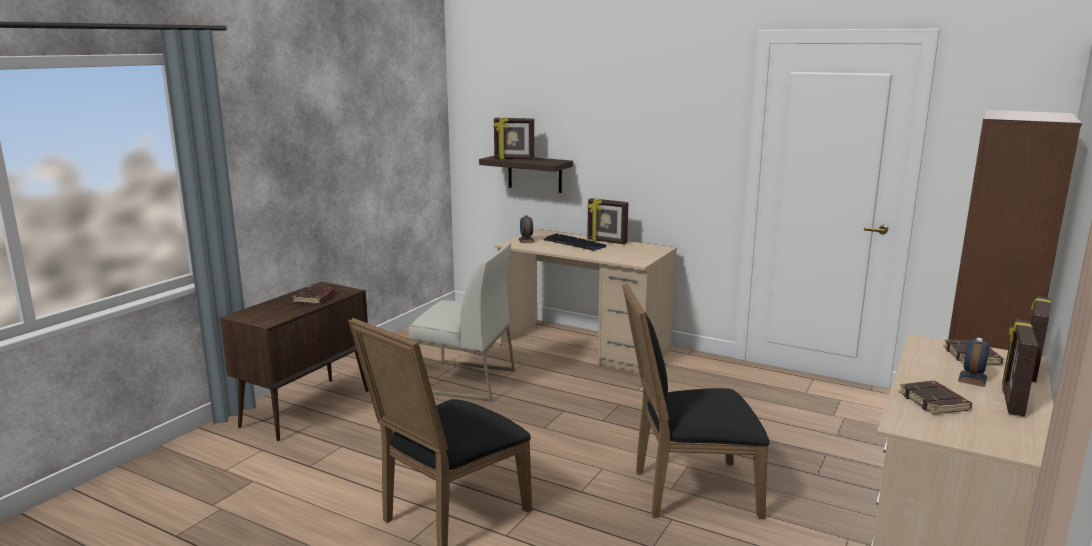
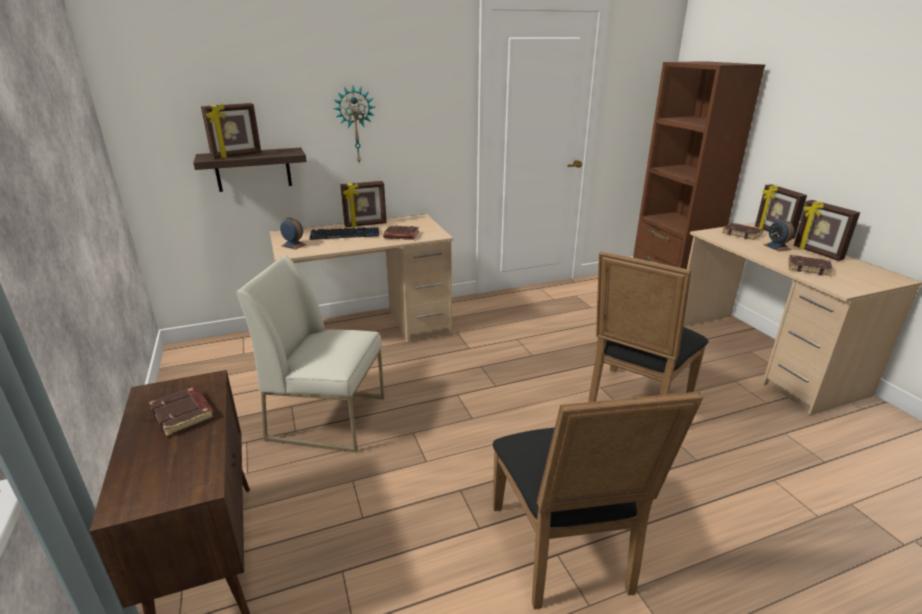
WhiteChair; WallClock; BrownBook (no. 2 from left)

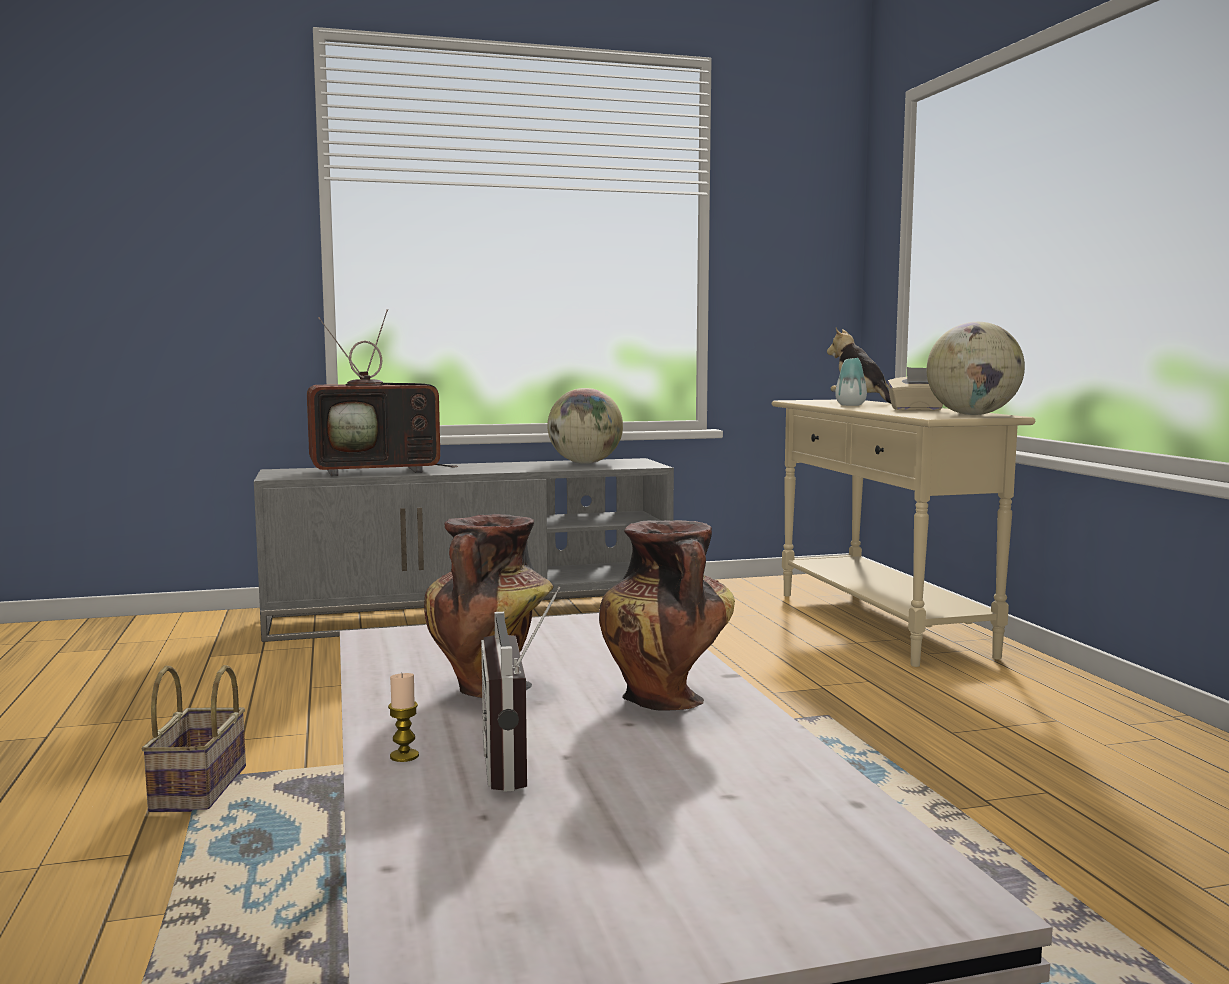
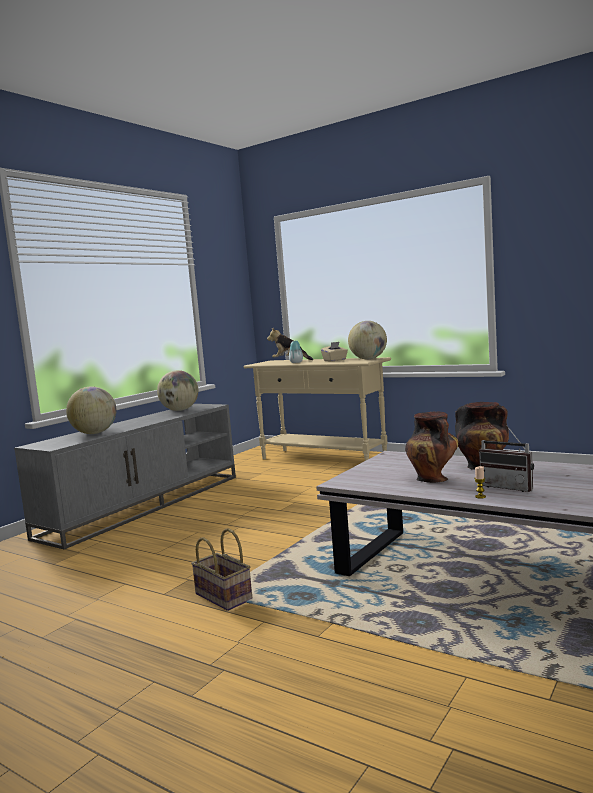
Globe (no. 1 from left)

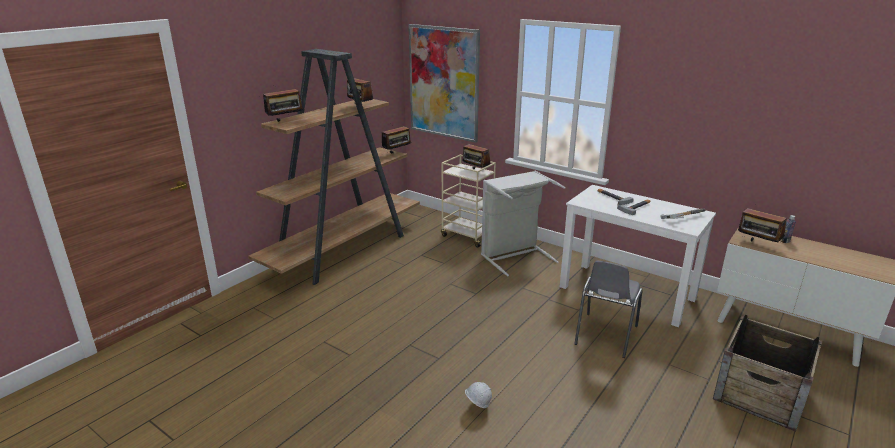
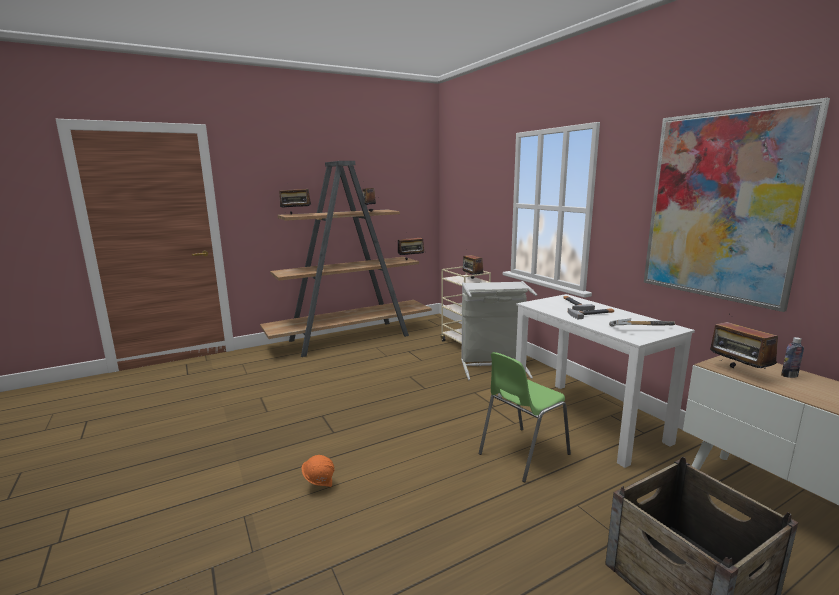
Picture; GreenChair; OrangeHardHat

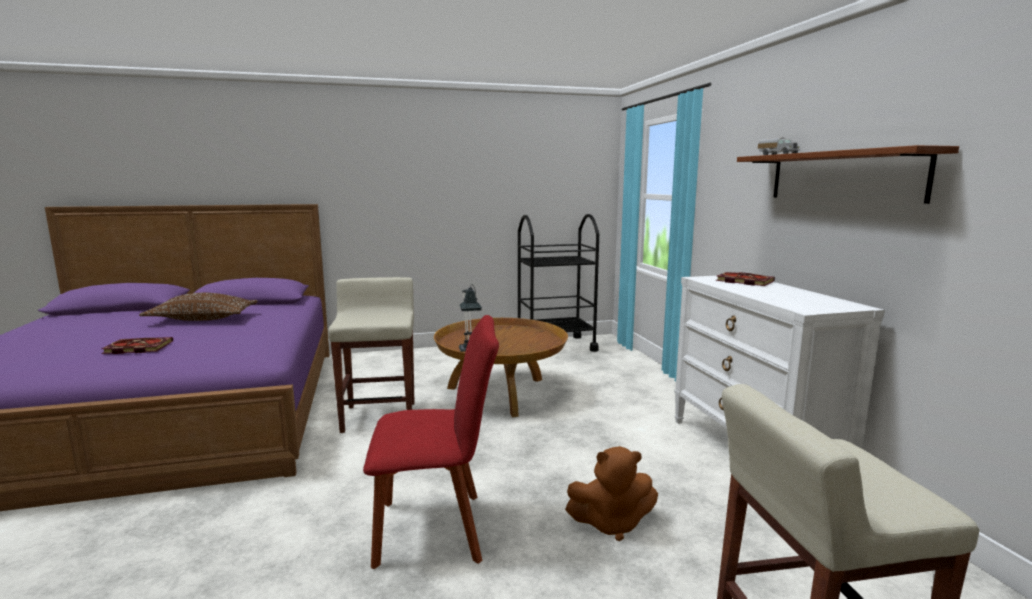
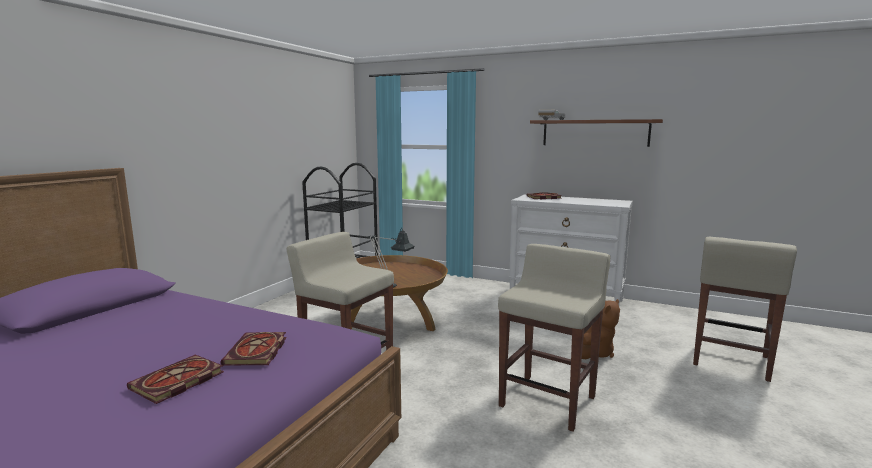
BrownPillow; BeigeStool (no. 2 from left); Book (no. 2 from left)

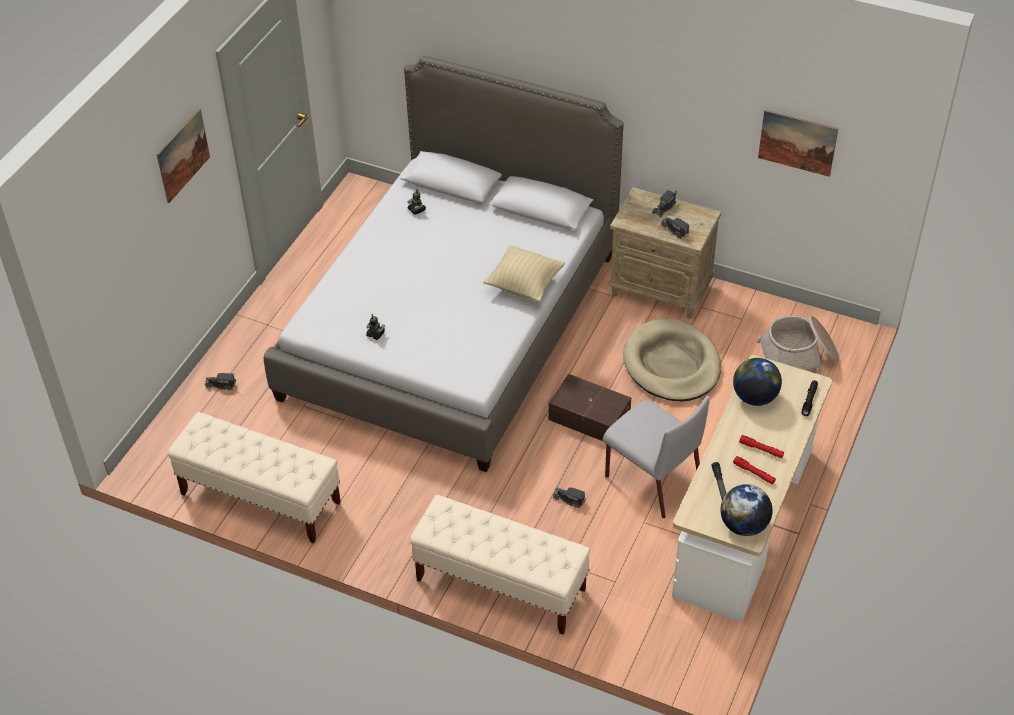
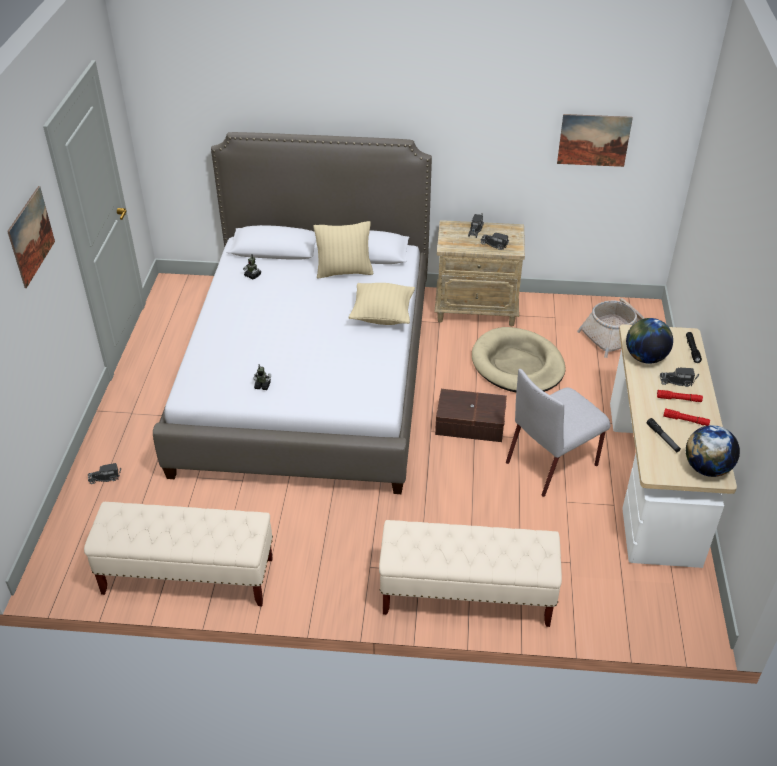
GreyChair; ToyTruck (no. 4 from left); BeigePillow (no. 1 from left)

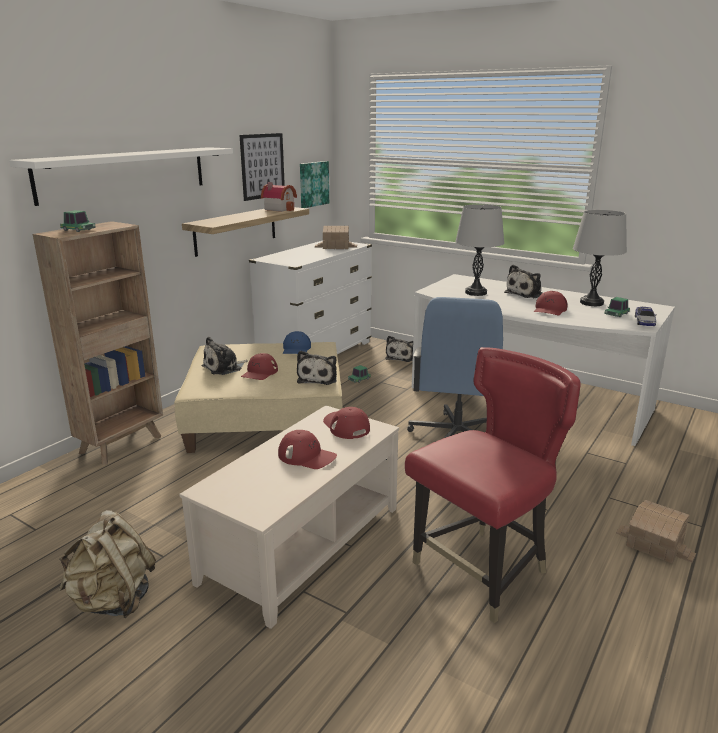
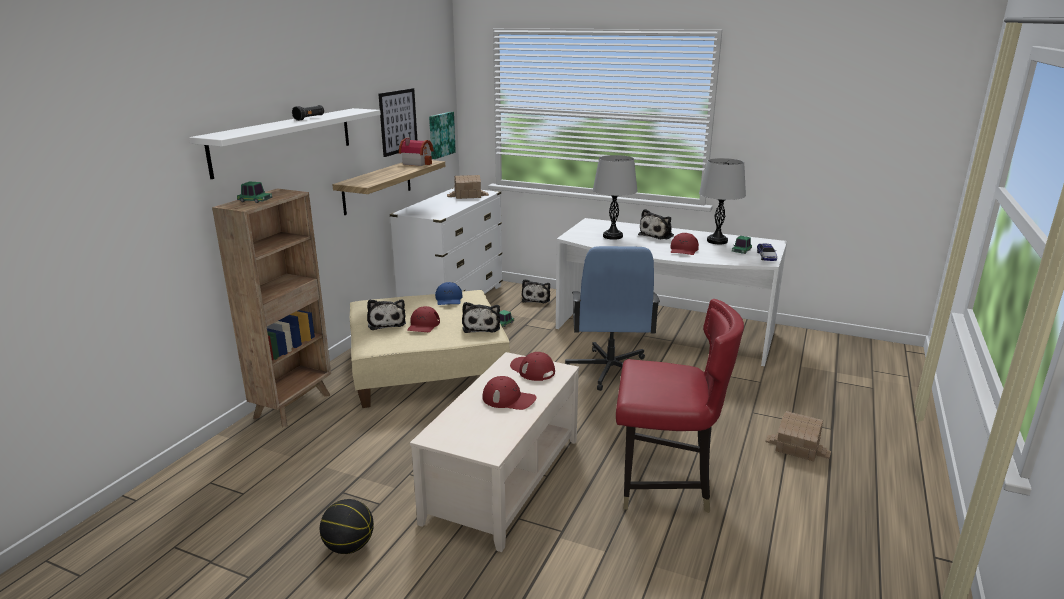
PlushToy (no. 1 from left); RedChair; Basketball; BlackFlashlight

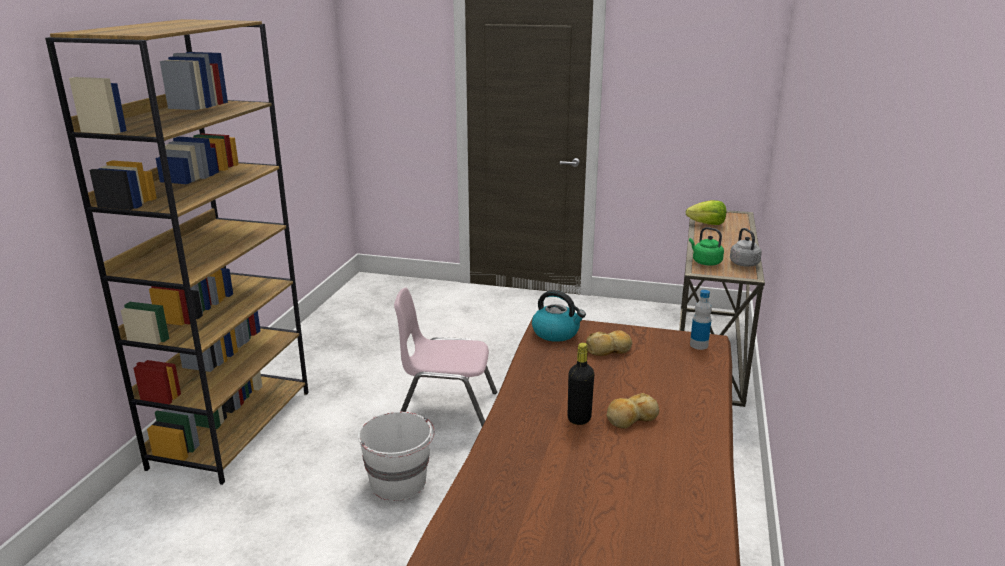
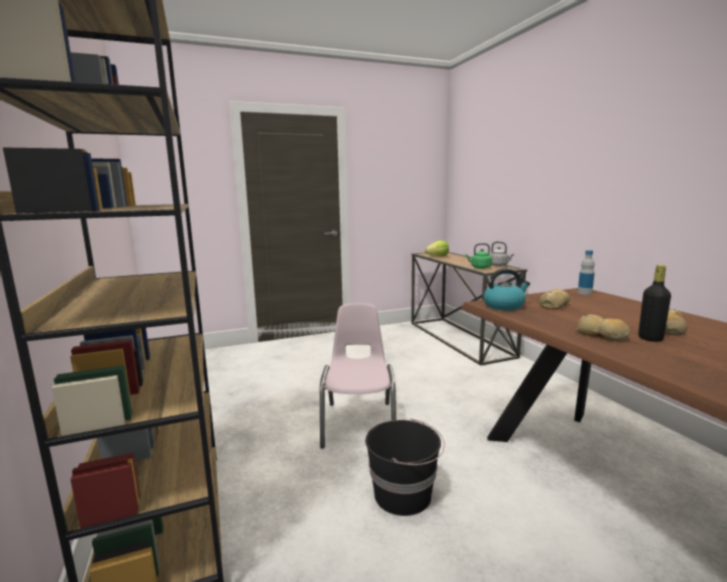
PinkChair; BlackBucket; Bread (no. 2 from left)

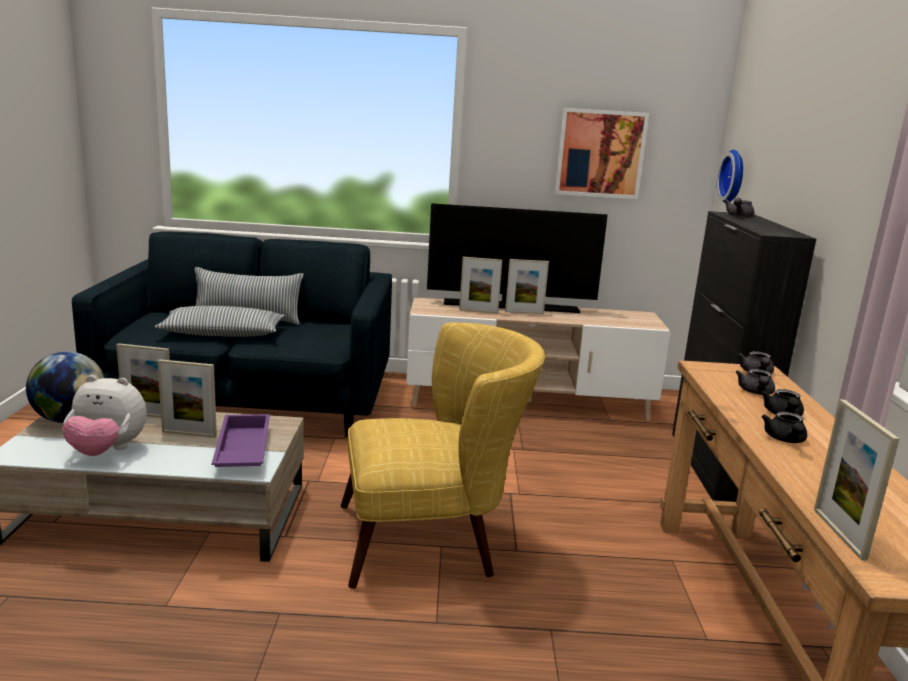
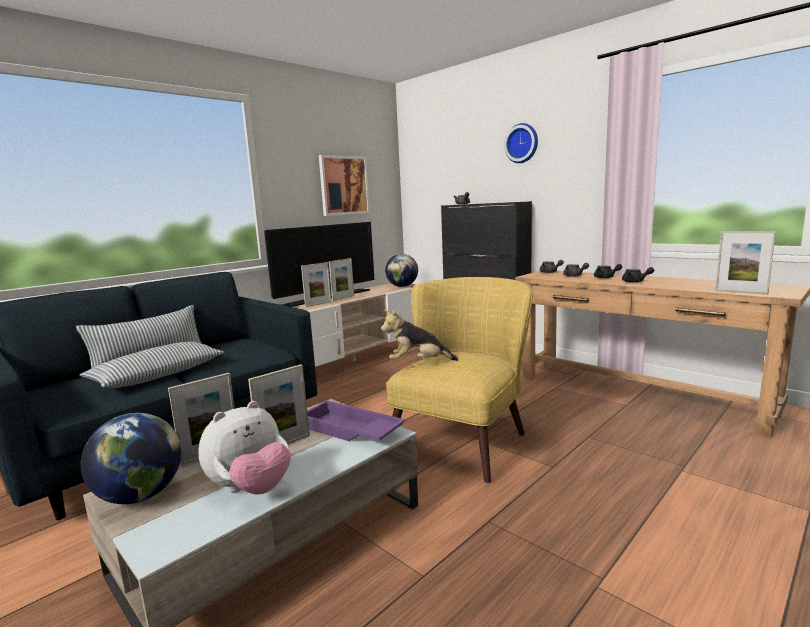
WallClock; Globe (no. 2 from left); PlushToy (no. 2 from left)

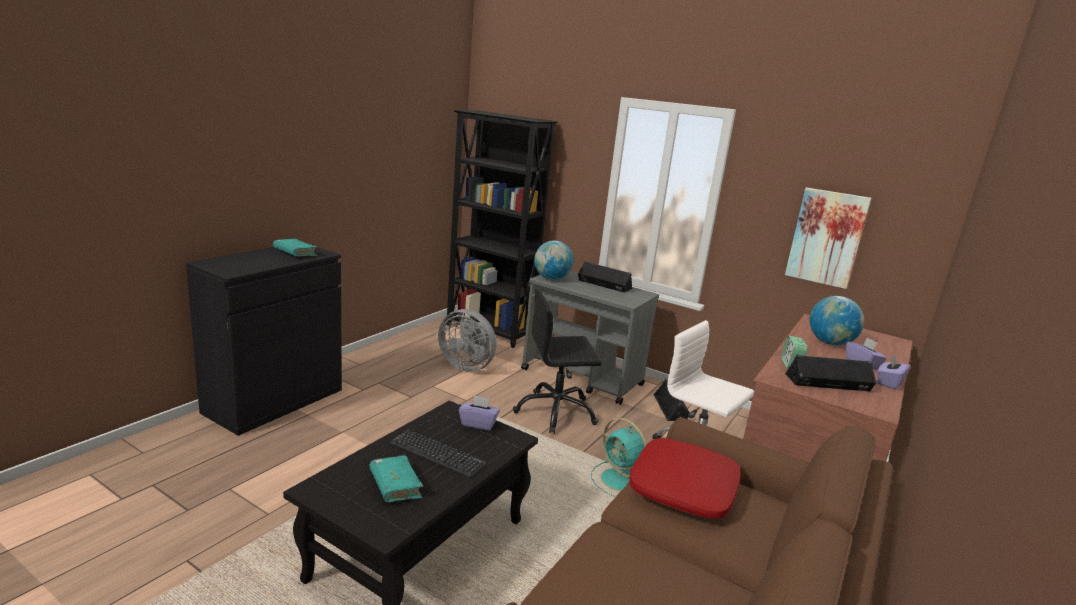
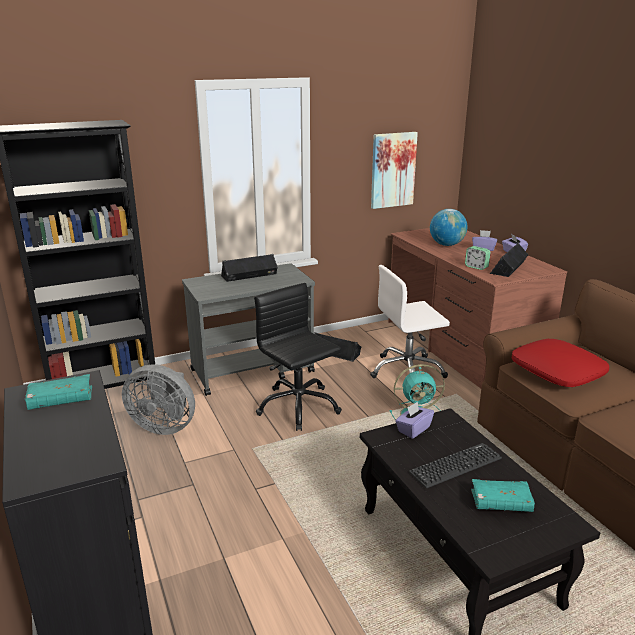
Globe (no. 1 from left in the first image); BlackOfficeChair; GreyFan

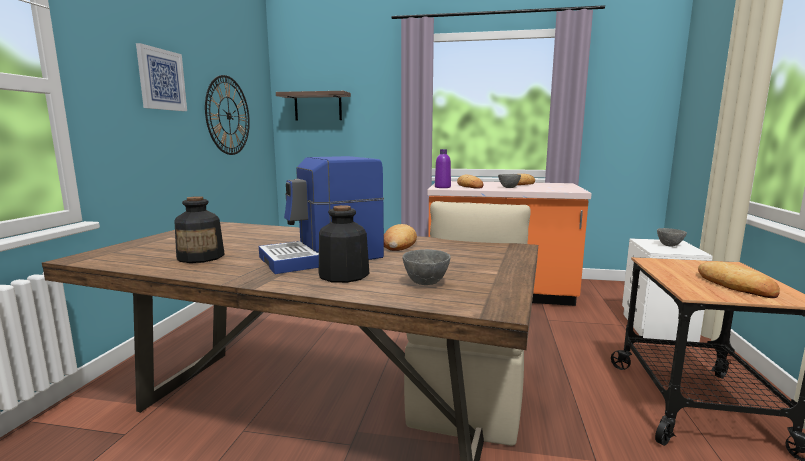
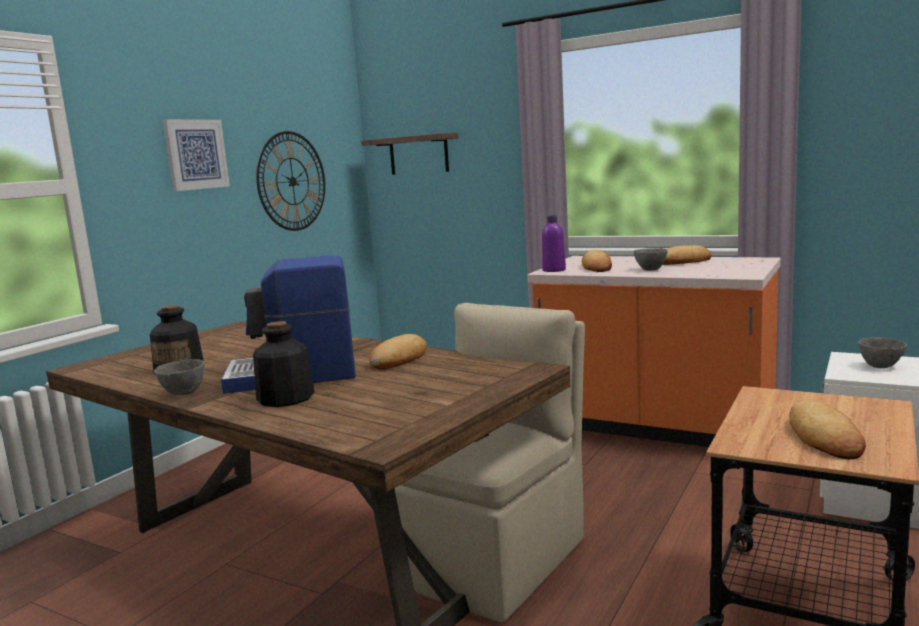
GreyBowl (no. 1 from left)

